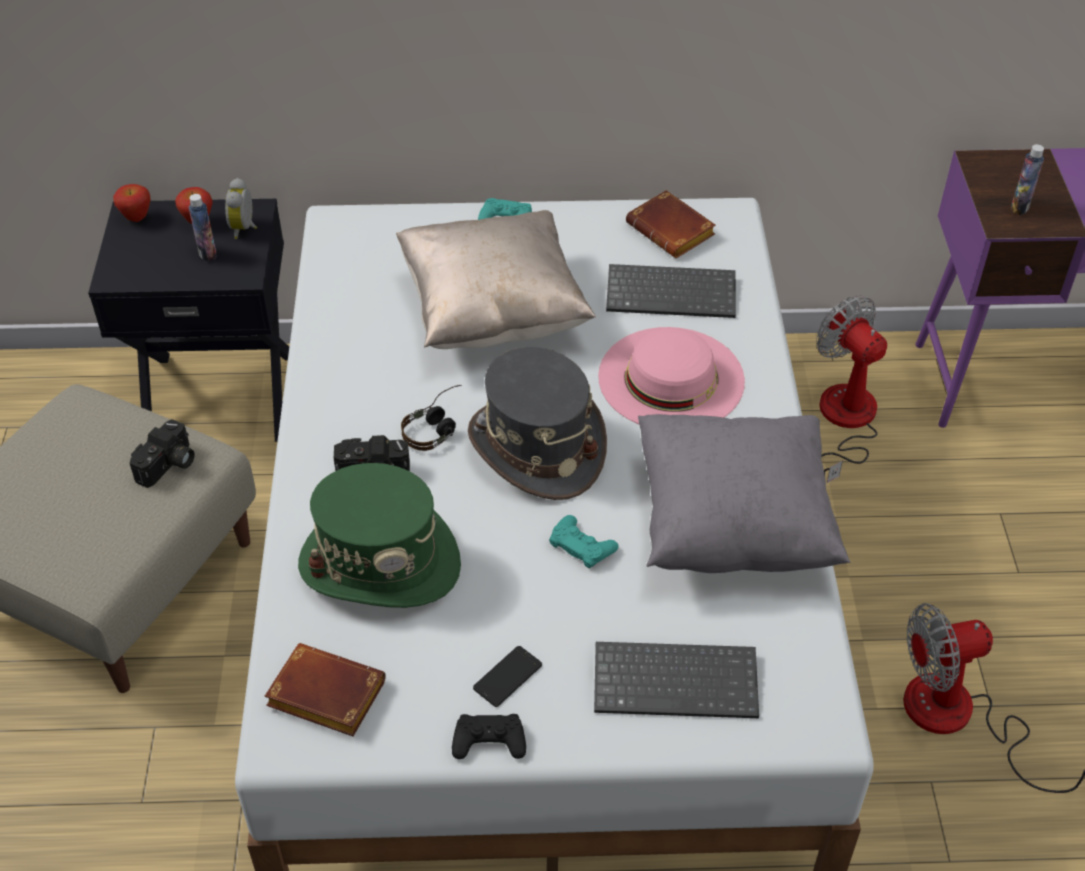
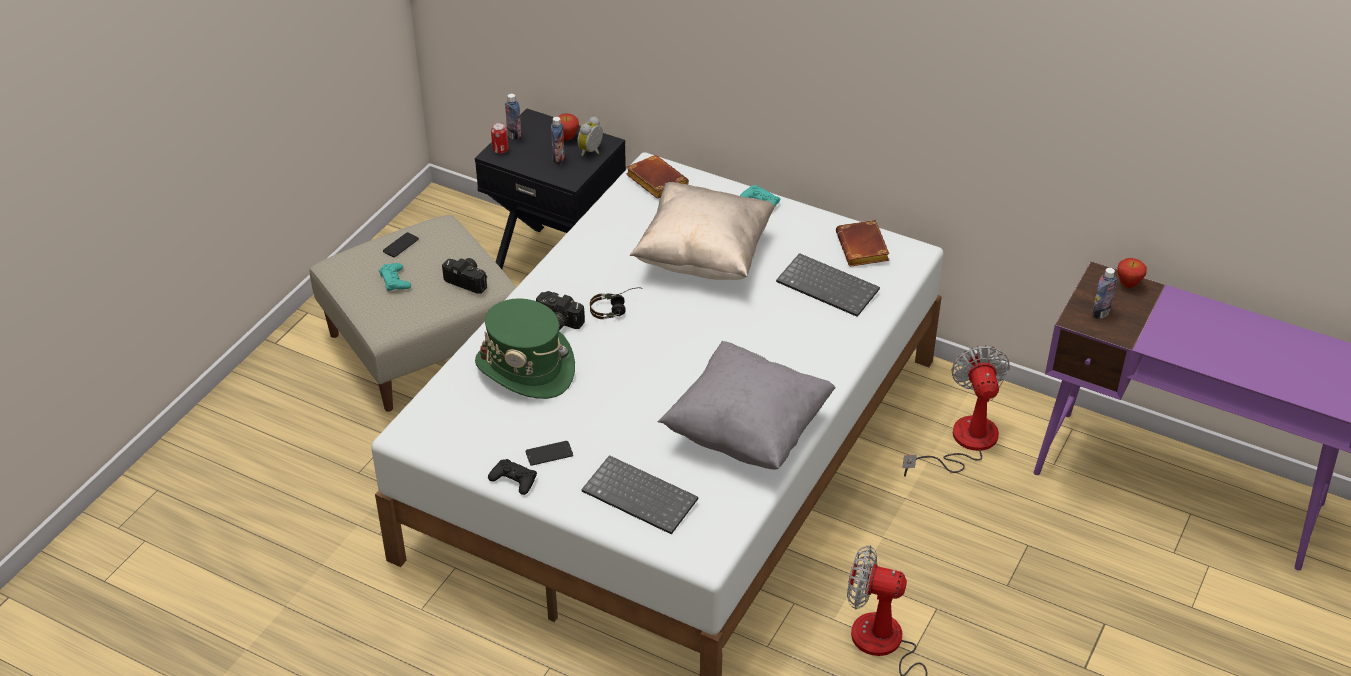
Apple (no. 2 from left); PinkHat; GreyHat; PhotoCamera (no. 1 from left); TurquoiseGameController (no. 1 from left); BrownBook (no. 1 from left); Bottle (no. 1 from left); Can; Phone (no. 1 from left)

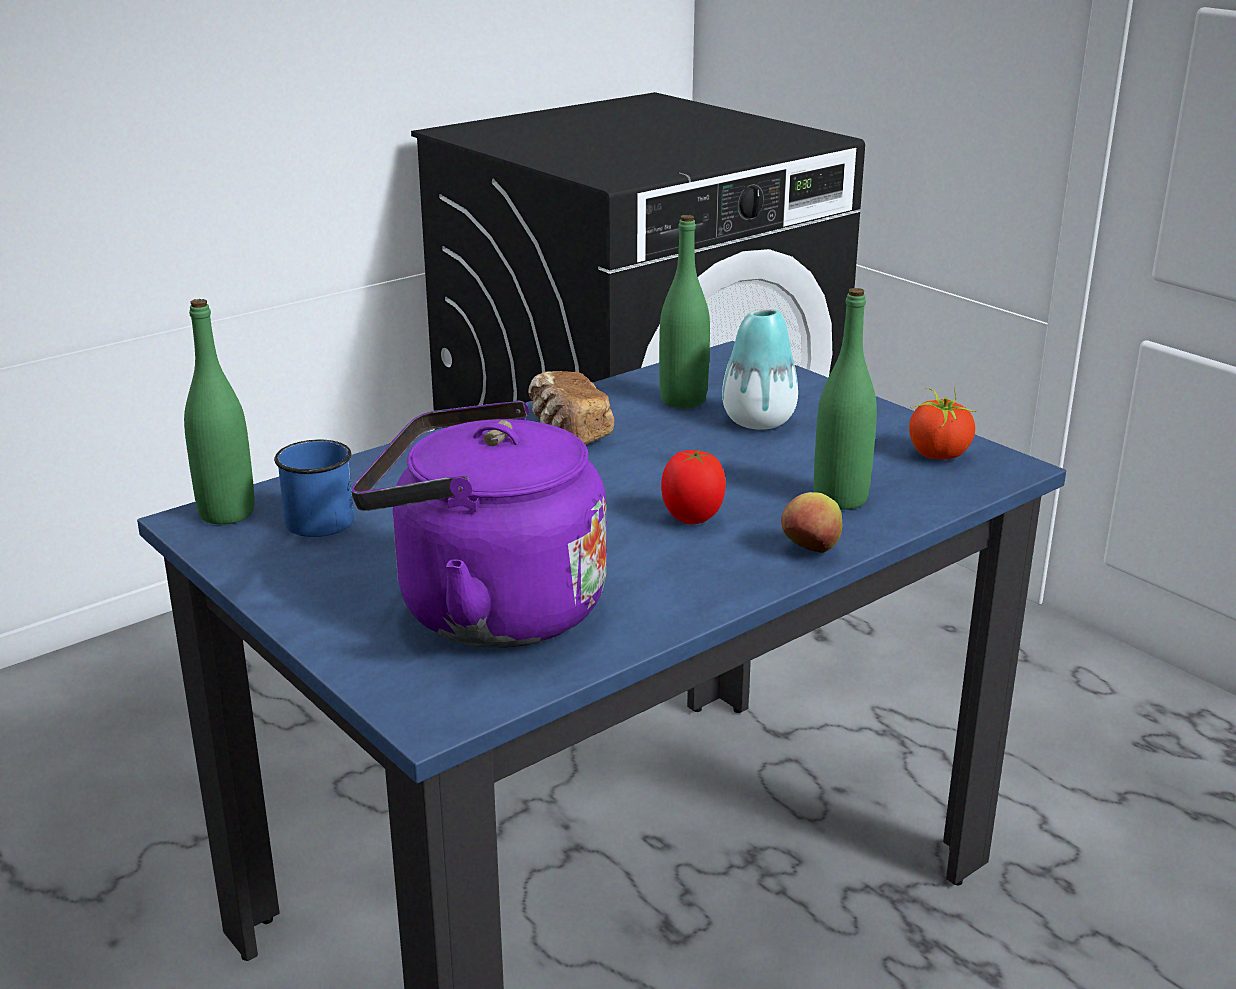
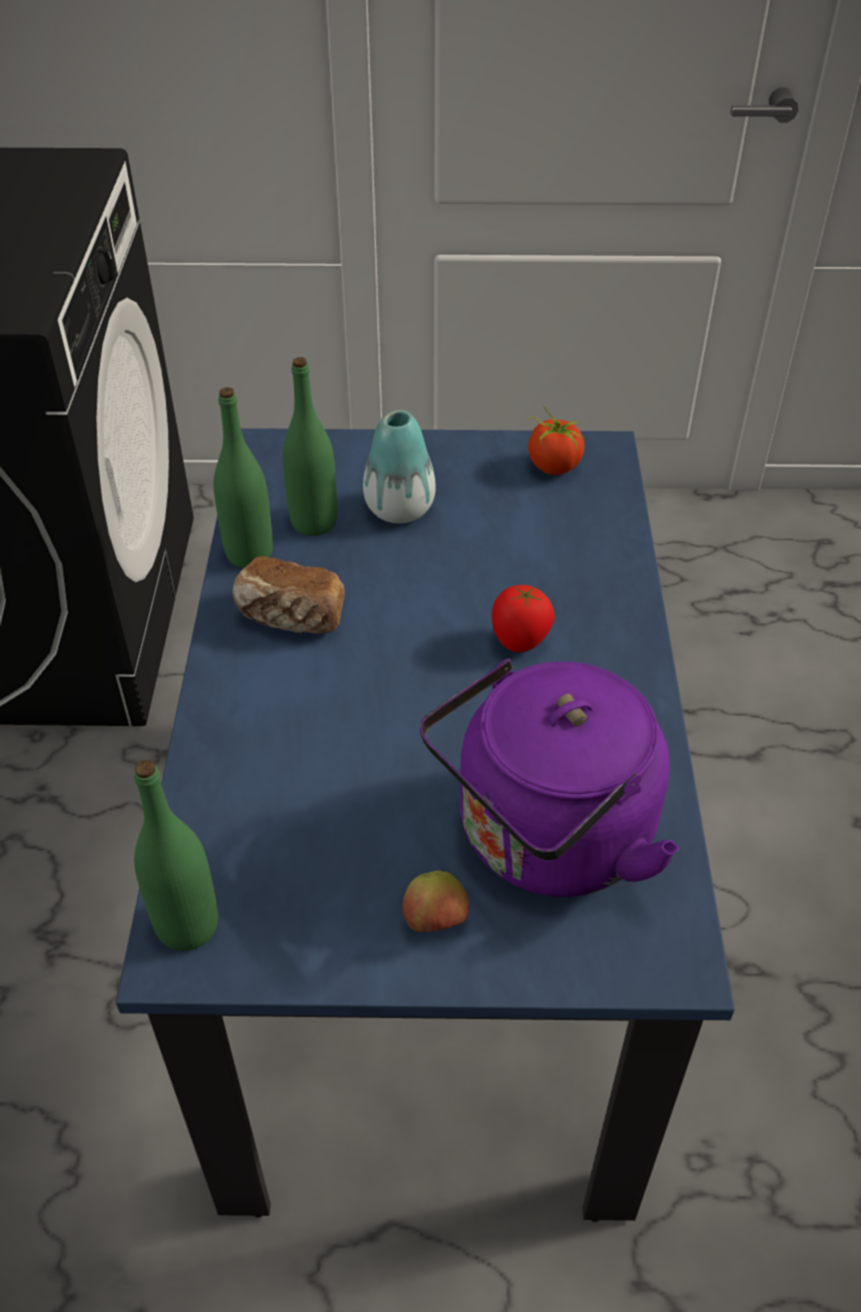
GreenBottle (no. 2 from left); BlueMug; Apple

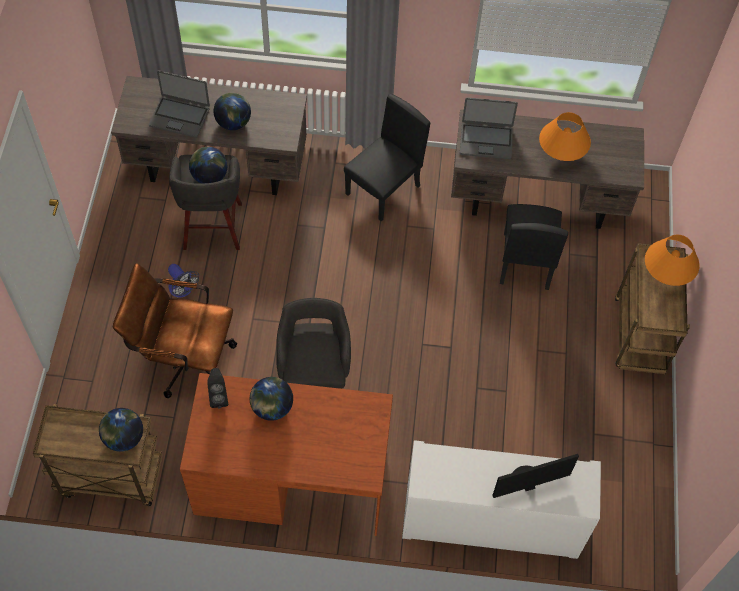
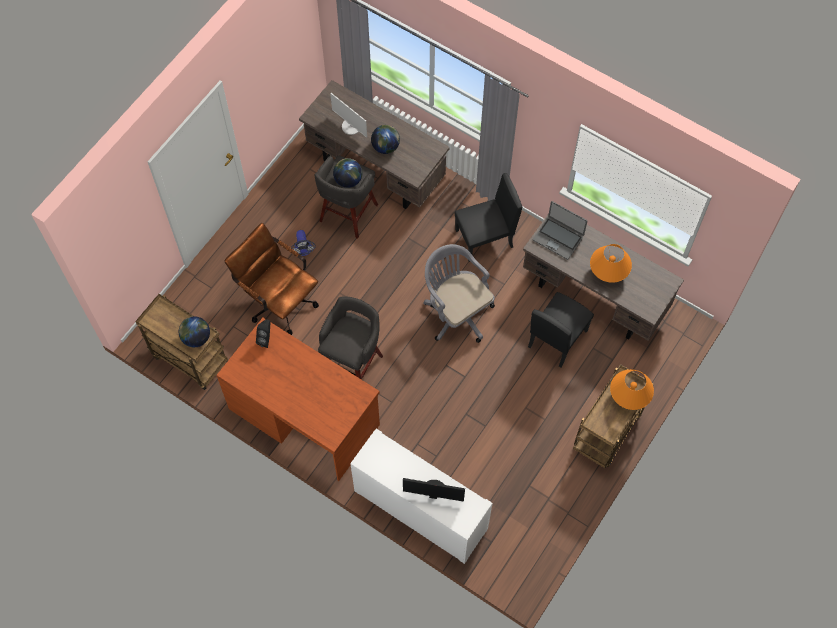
Monitor (no. 1 from left); Globe (no. 4 from left in the first image); GreyOfficeChair

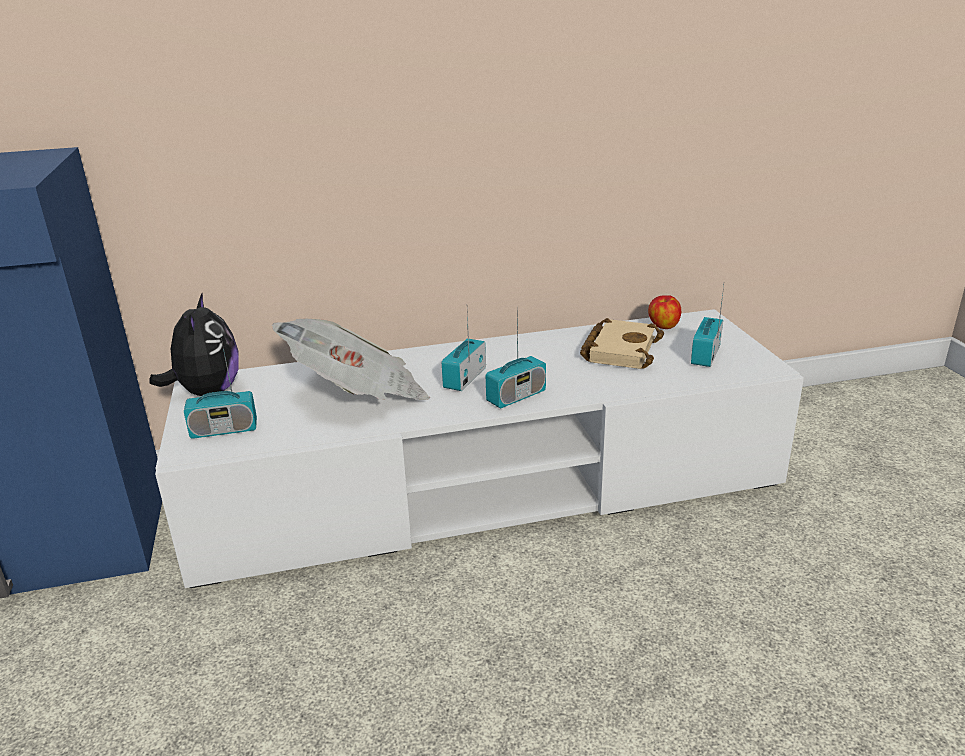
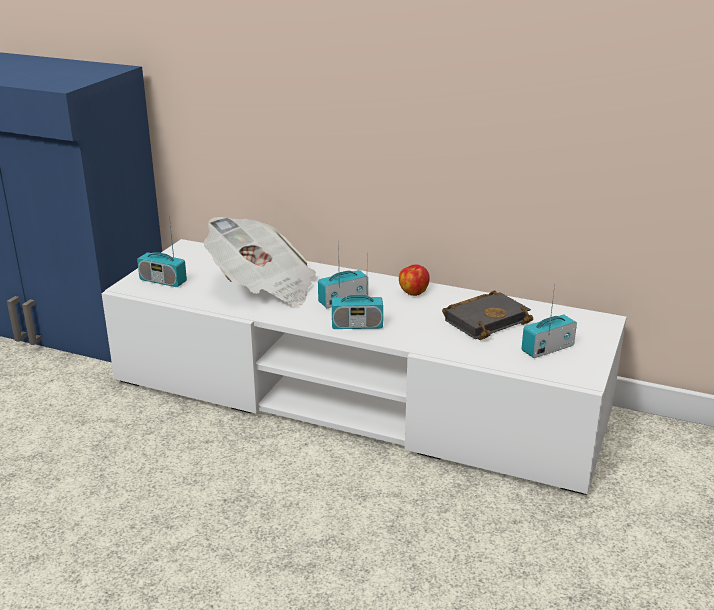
PlushToy; Apple; BlackBook

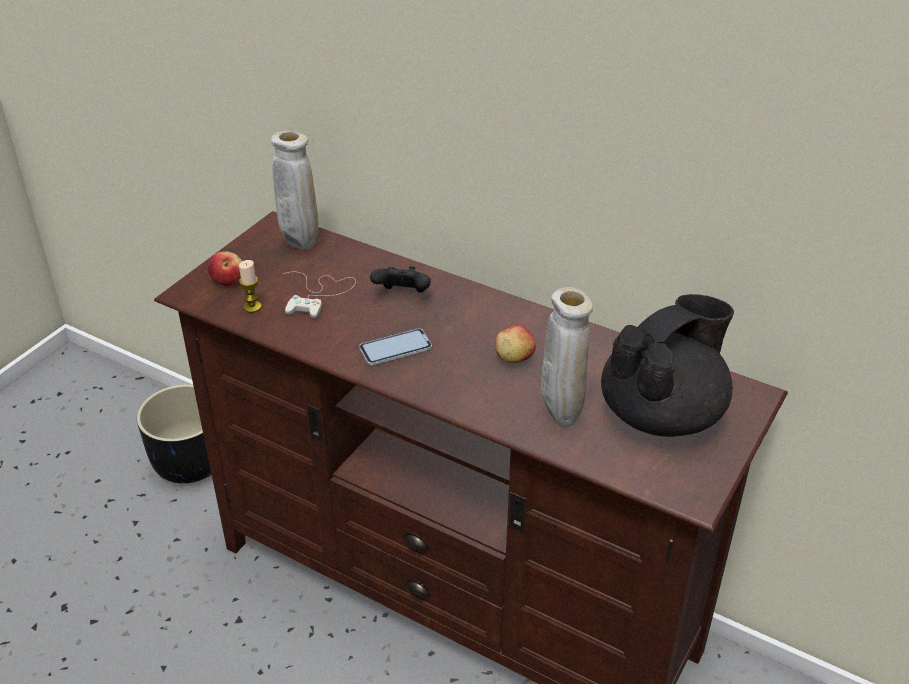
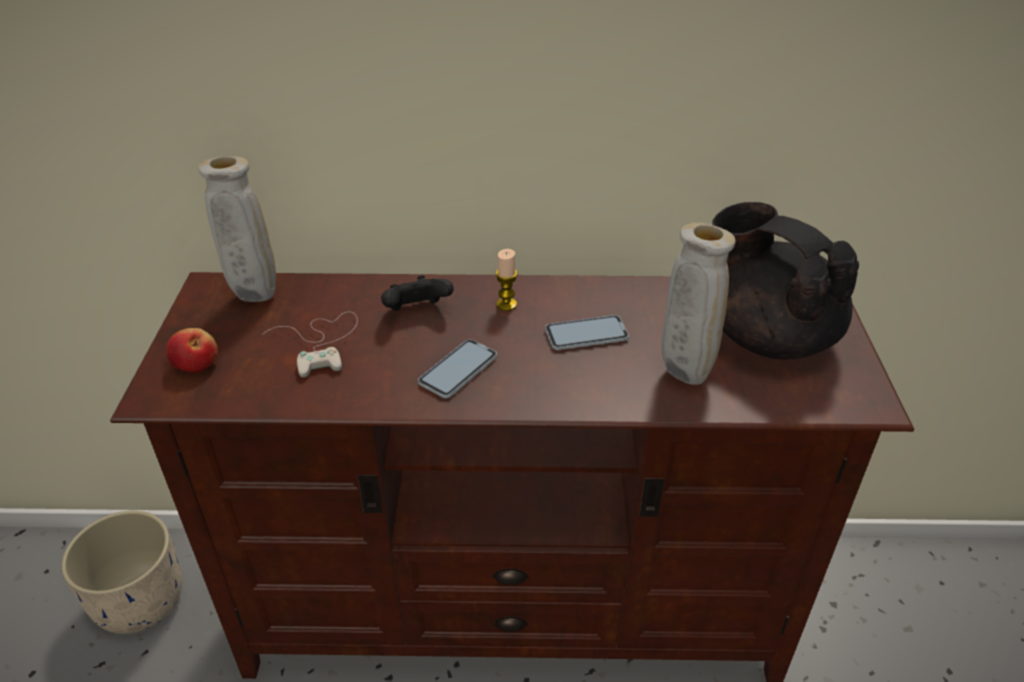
Candle; BlackTeapot; Phone (no. 2 from left); BeigePlanter

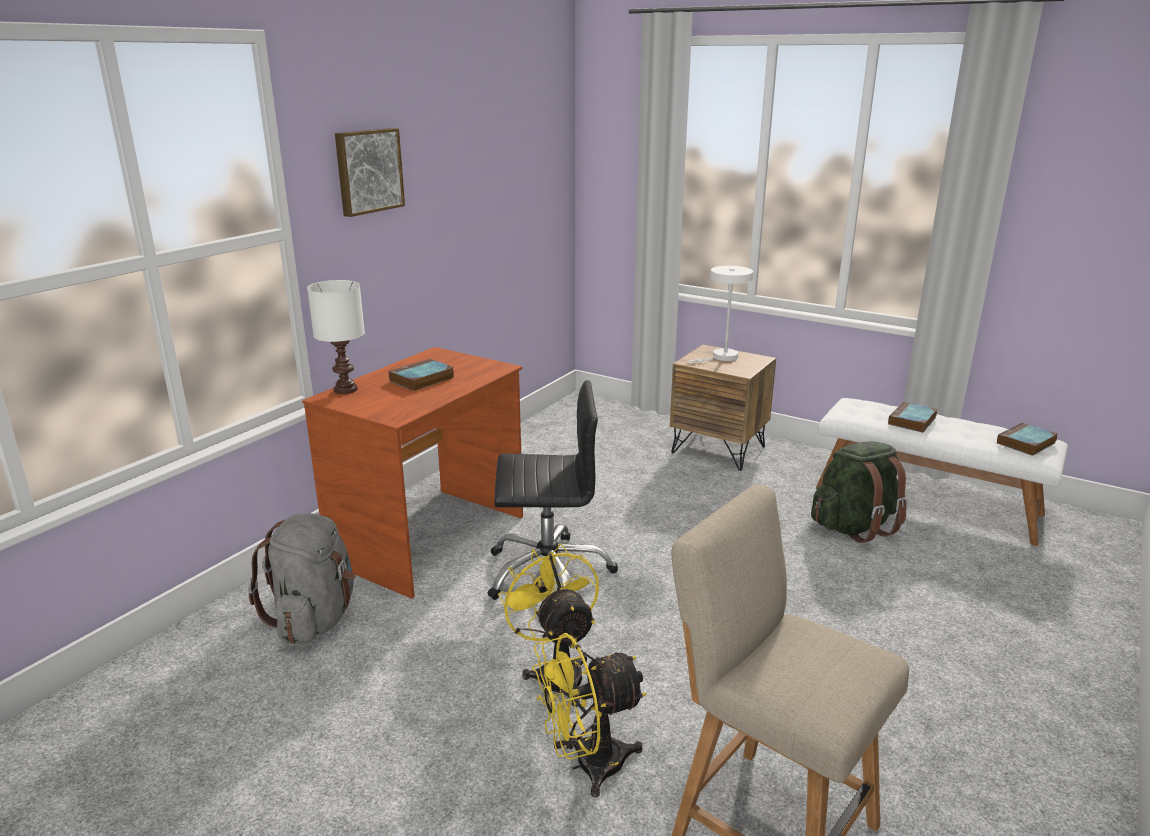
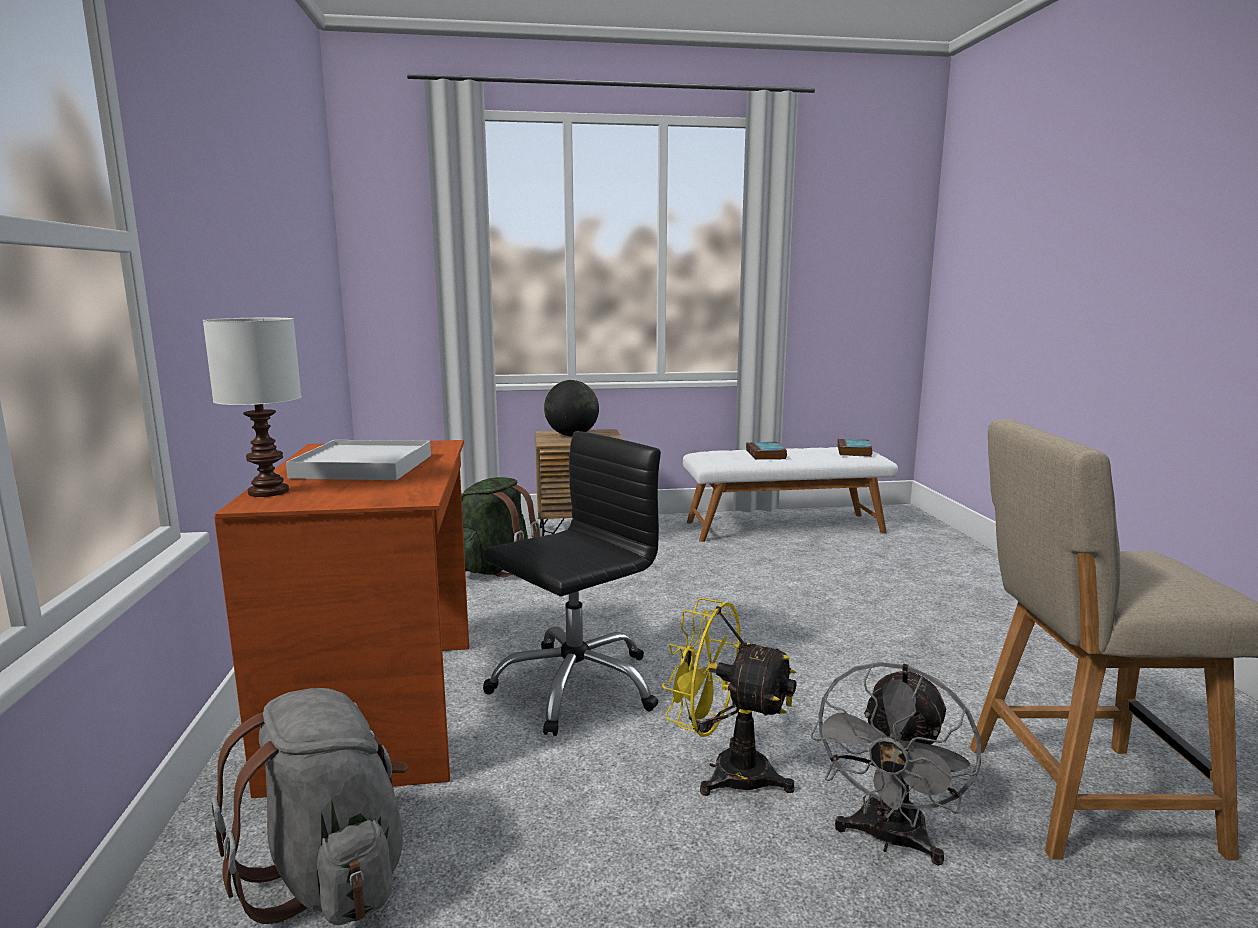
Picture; Globe; WhiteTray; GreenBackpack; GreyFan

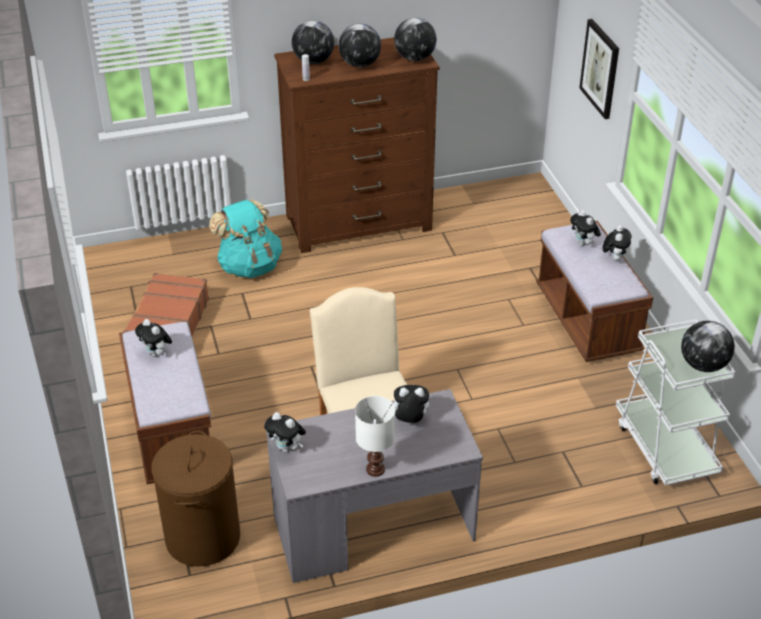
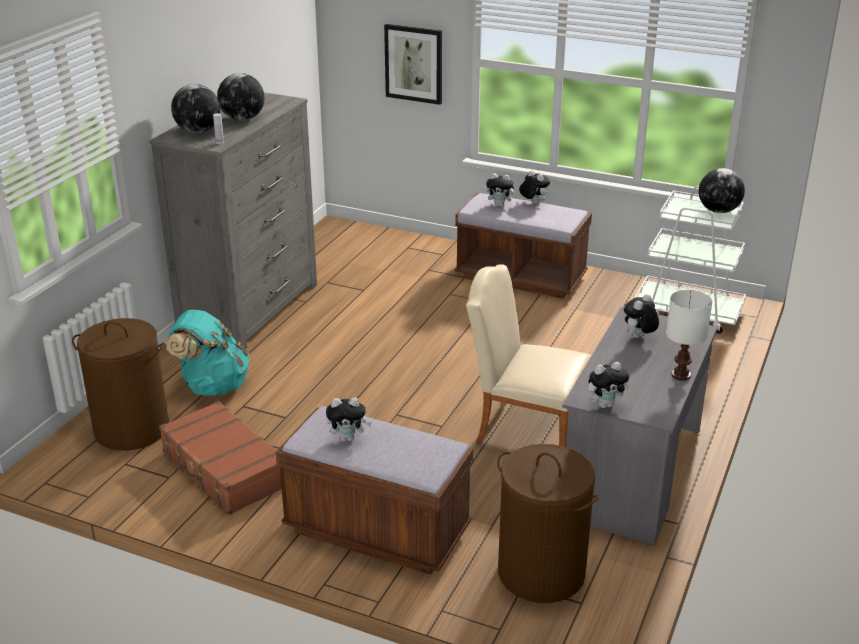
Globe (no. 3 from left in the first image); GreyDresser; BrownLaundryBasket (no. 1 from left)

